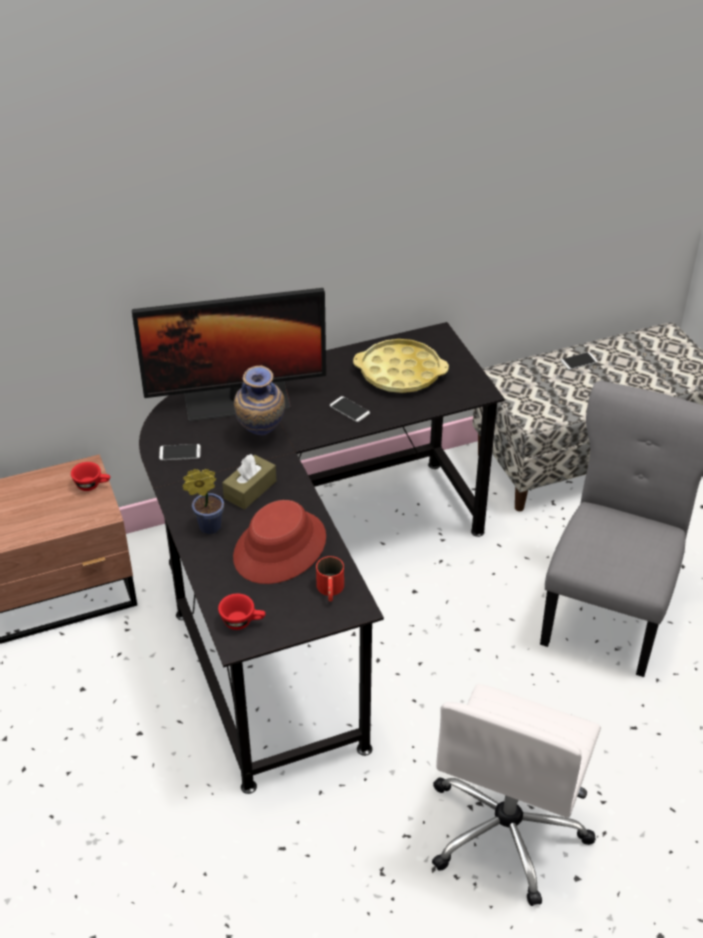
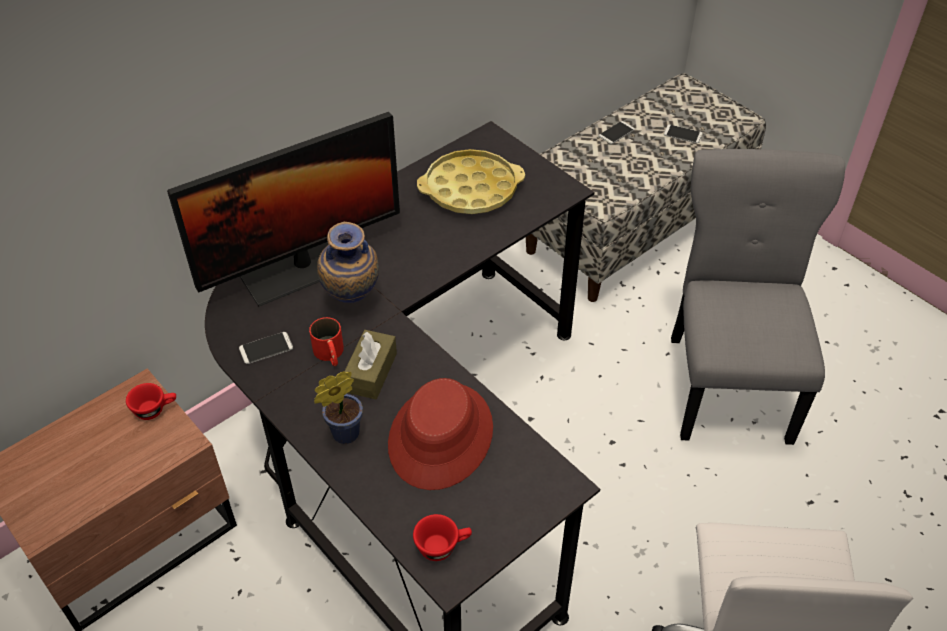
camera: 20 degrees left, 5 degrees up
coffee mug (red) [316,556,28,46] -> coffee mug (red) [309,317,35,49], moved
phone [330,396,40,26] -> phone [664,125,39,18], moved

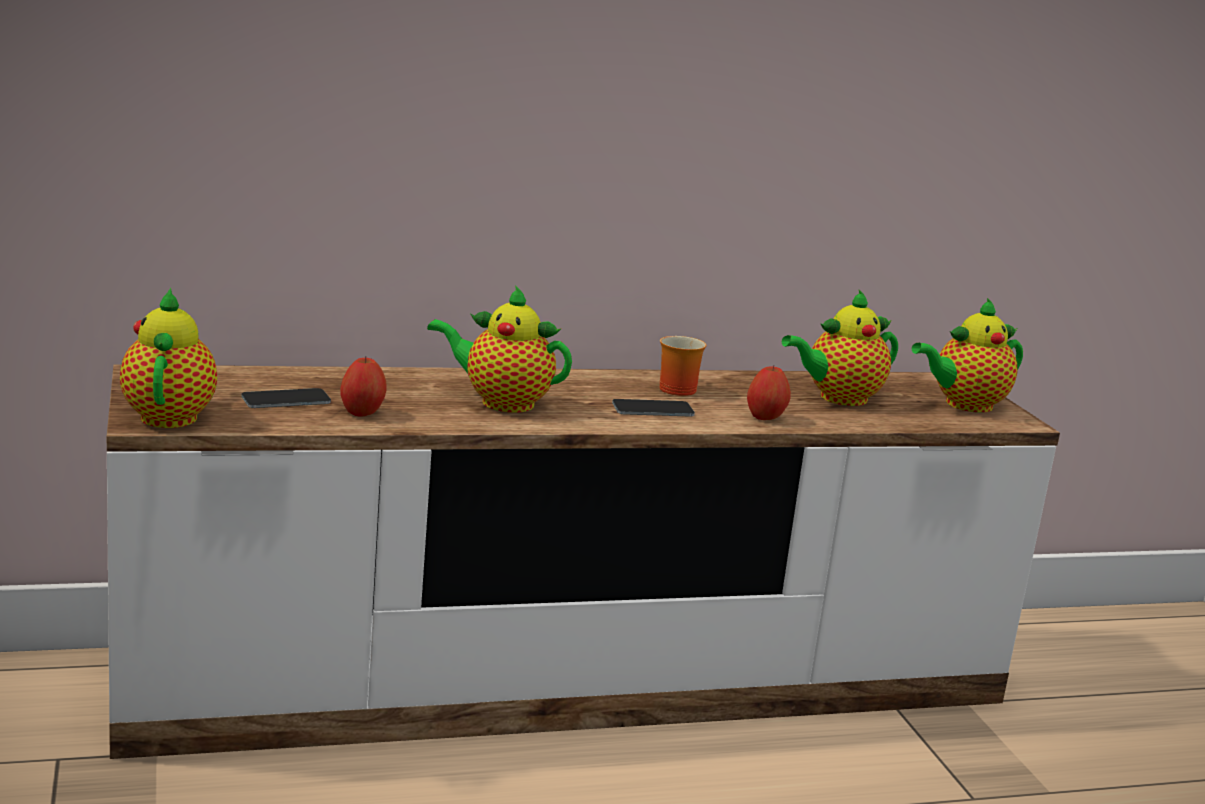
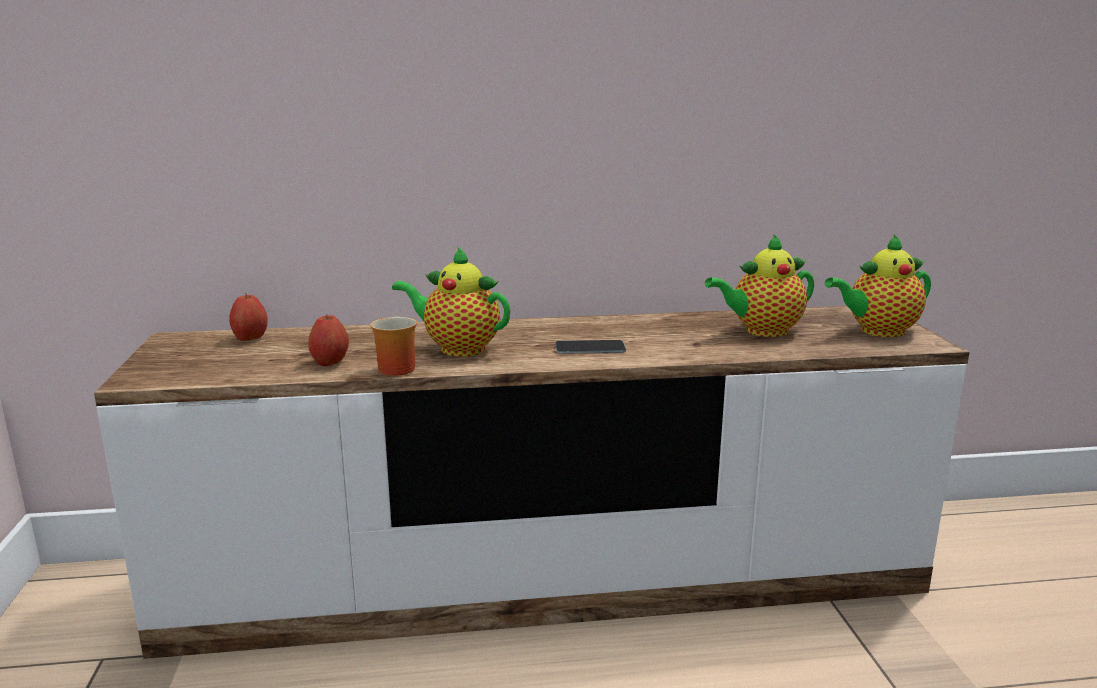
camera: 10 degrees right, 0 degrees up
teapot [120,288,97,140] -> none
phone [241,388,90,20] -> none
coffee mug [660,336,47,60] -> coffee mug [370,317,47,59], moved
apple fruit [747,365,44,55] -> apple fruit [229,295,39,46], moved

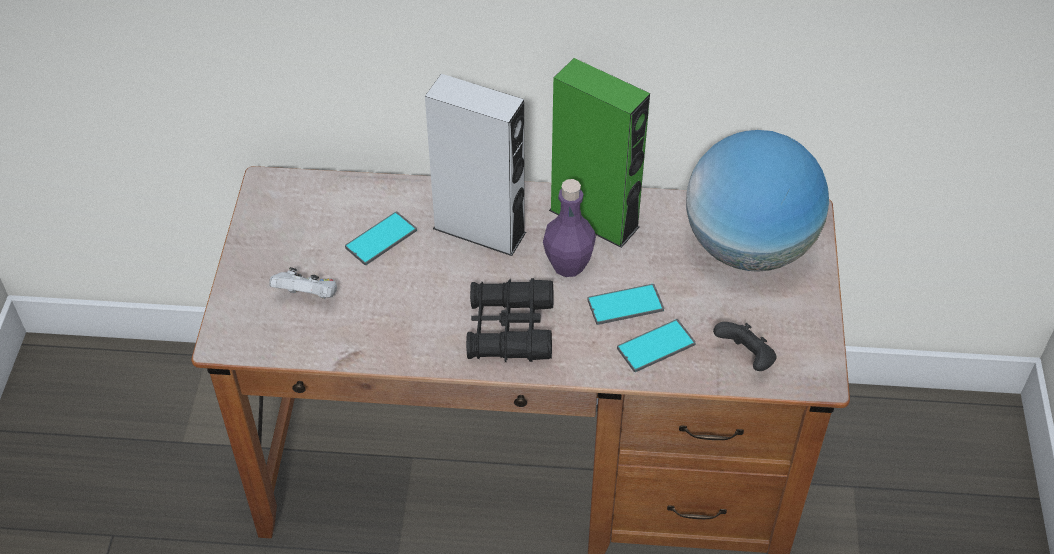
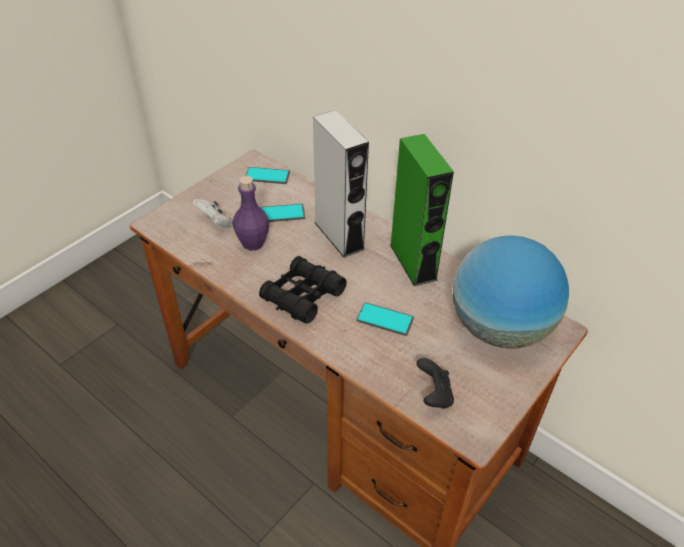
camera: 35 degrees right, 5 degrees down
bottle (purple-coloured) [543,179,53,98] -> bottle (purple-coloured) [232,176,37,75], moved
phone [617,319,79,53] -> phone [246,167,44,17], moved

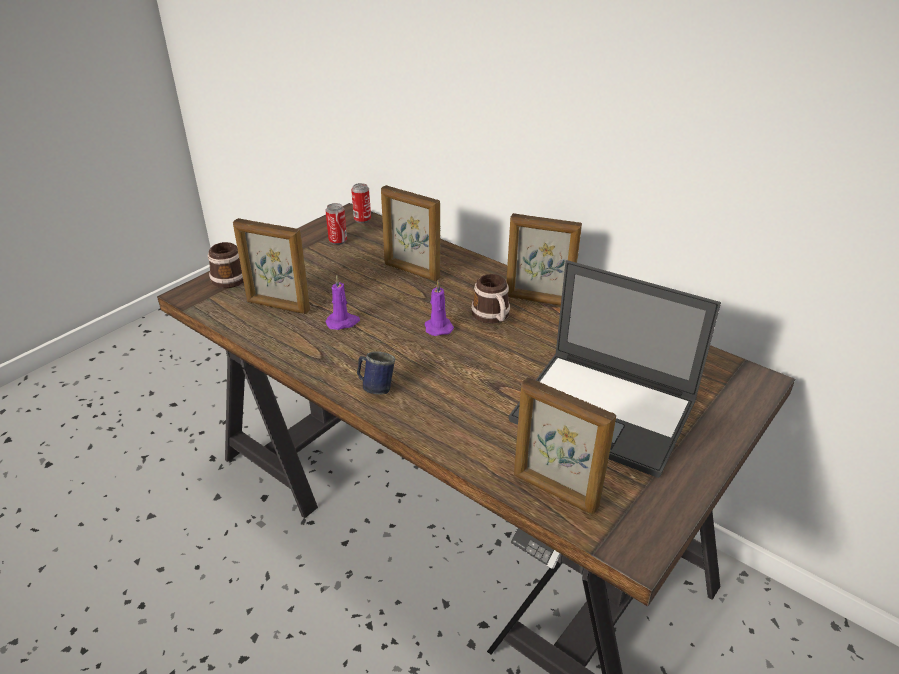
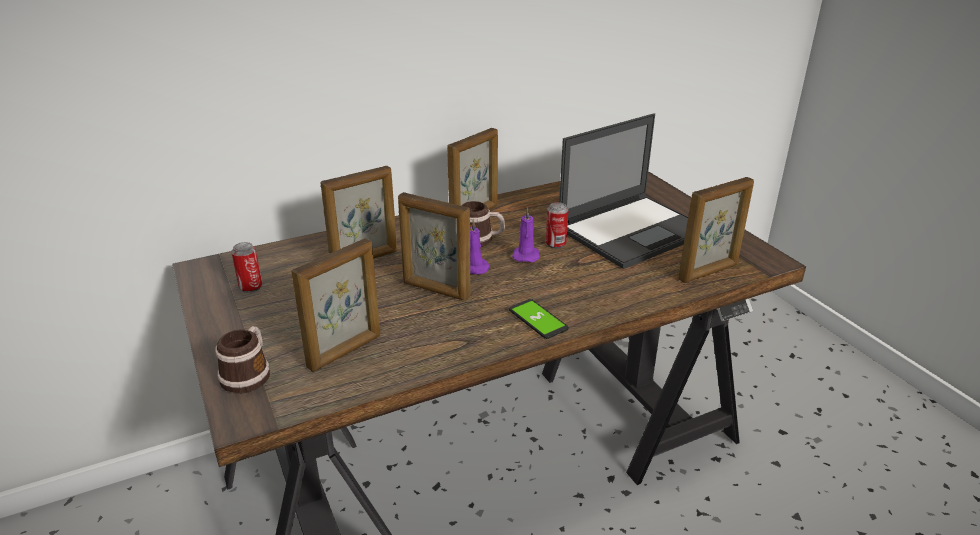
camera: 65 degrees left, 5 degrees down
wax candle (purple-coloured) [325,276,35,54] -> wax candle (purple-coloured) [512,207,28,55], moved
can [351,183,20,40] -> can [546,202,22,47], moved
coffee mug (bluish) [357,351,38,44] -> phone [509,299,60,40]
none -> photo frame [398,192,73,109]

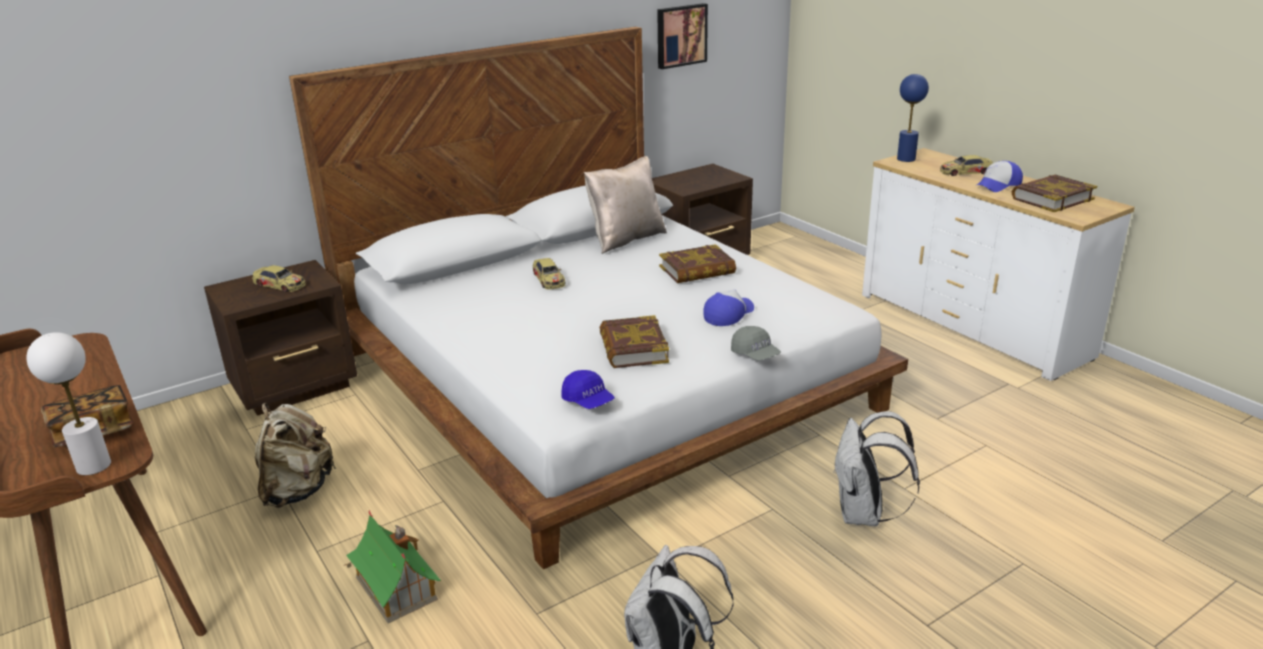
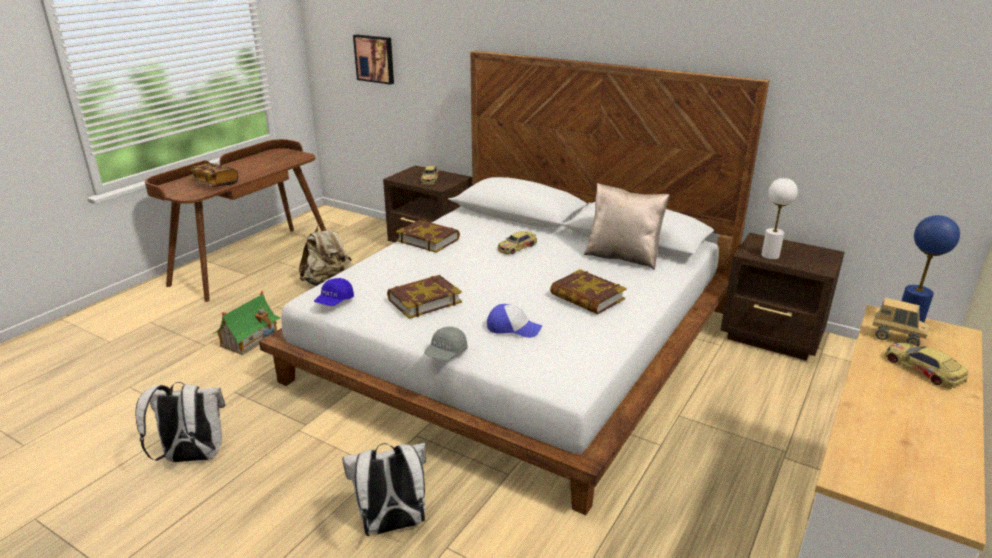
camera: 65 degrees right, 0 degrees up
table lamp (whitish) [26,332,85,143] -> table lamp (whitish) [761,178,37,81], moved
wall picture [657,3,51,66] -> wall picture [353,34,41,51], moved
peaked cap [977,161,46,31] -> none
bound book [1012,174,85,38] -> bound book [396,220,64,33], moved
none -> toy lorry [872,298,57,48]

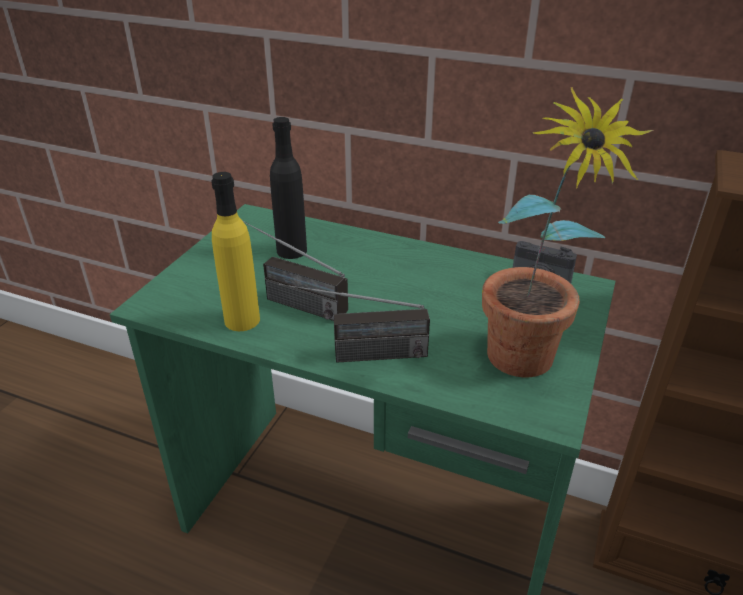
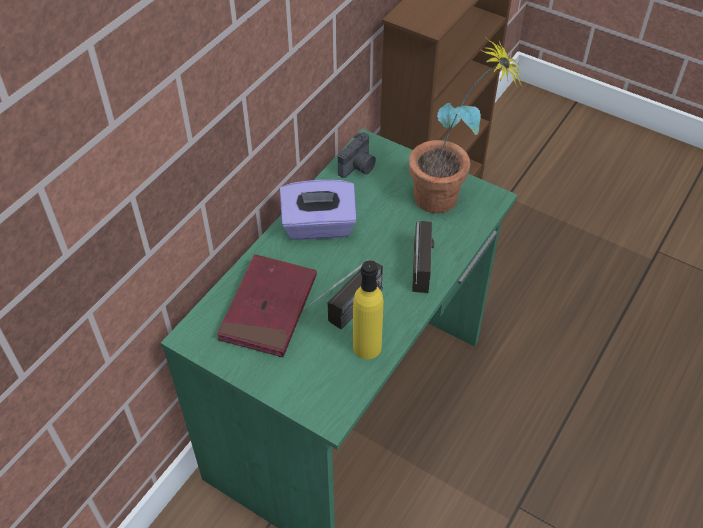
camera: 80 degrees left, 15 degrees up
bottle (black-coloured) [270,117,37,142] -> bound book (red) [217,254,100,103]
none -> box of tissues (purple-coloured) [280,180,77,60]

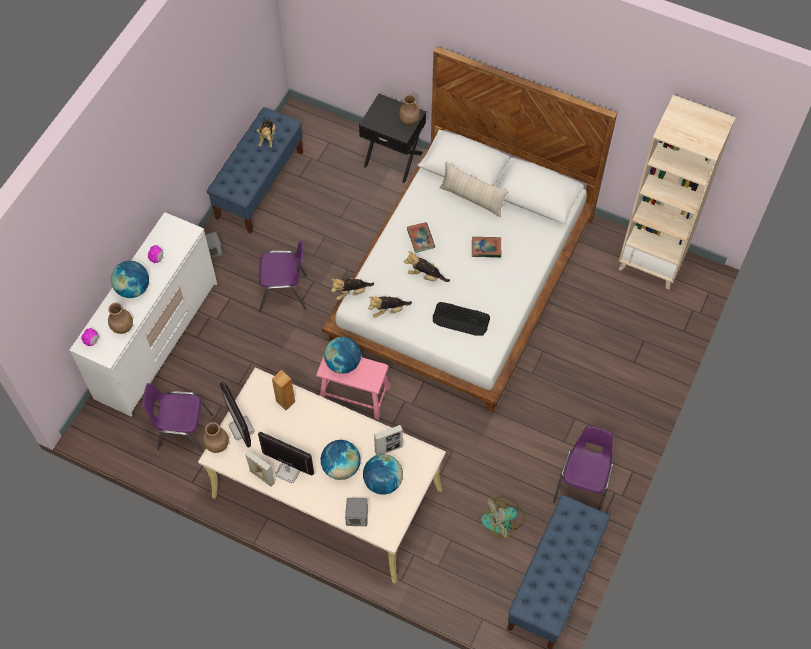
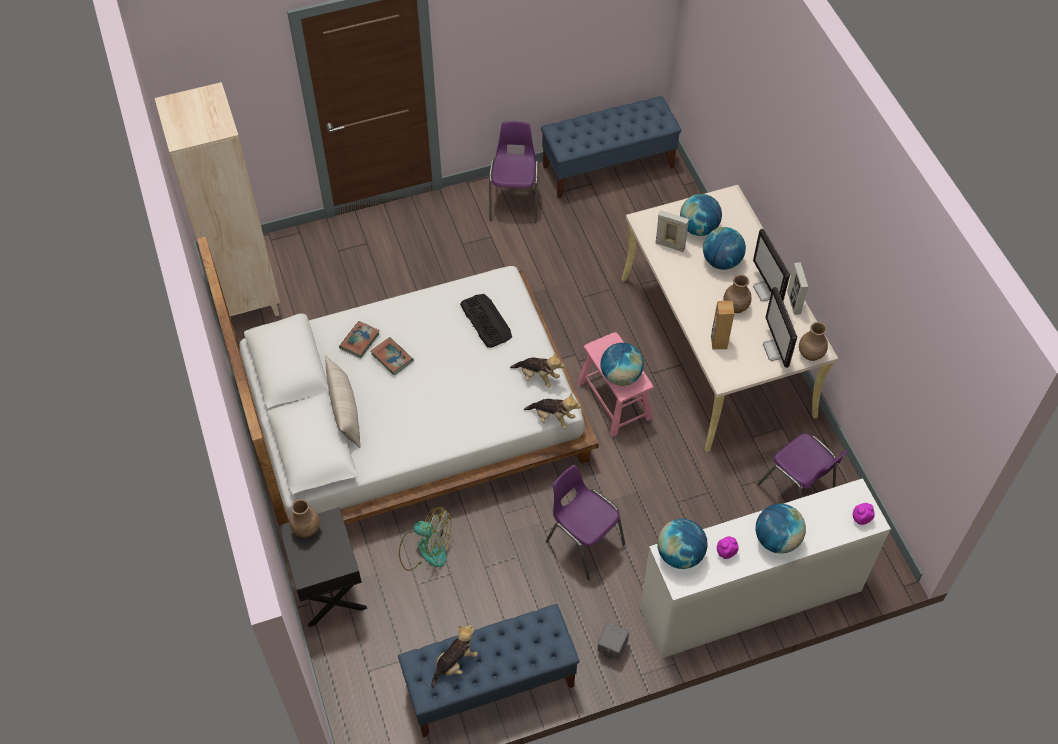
camera: 135 degrees left, 5 degrees down
vase (brownish) [108,303,25,31] -> vase (brownish) [723,274,28,39], moved
monitor [220,382,35,66] -> monitor [763,287,34,81], 150 degrees clockwise
loudspeaker (greyish) [345,498,23,28] -> none
cuddly toy [404,251,46,31] -> none
bound book [407,222,28,31] -> bound book [339,321,41,37], moved
fan [481,496,44,43] -> fan [399,507,52,64], moved
upright chair (purple-coloured) [553,426,61,84] -> upright chair (purple-coloured) [489,121,49,102], 120 degrees clockwise
none -> desk globe [657,519,51,50]

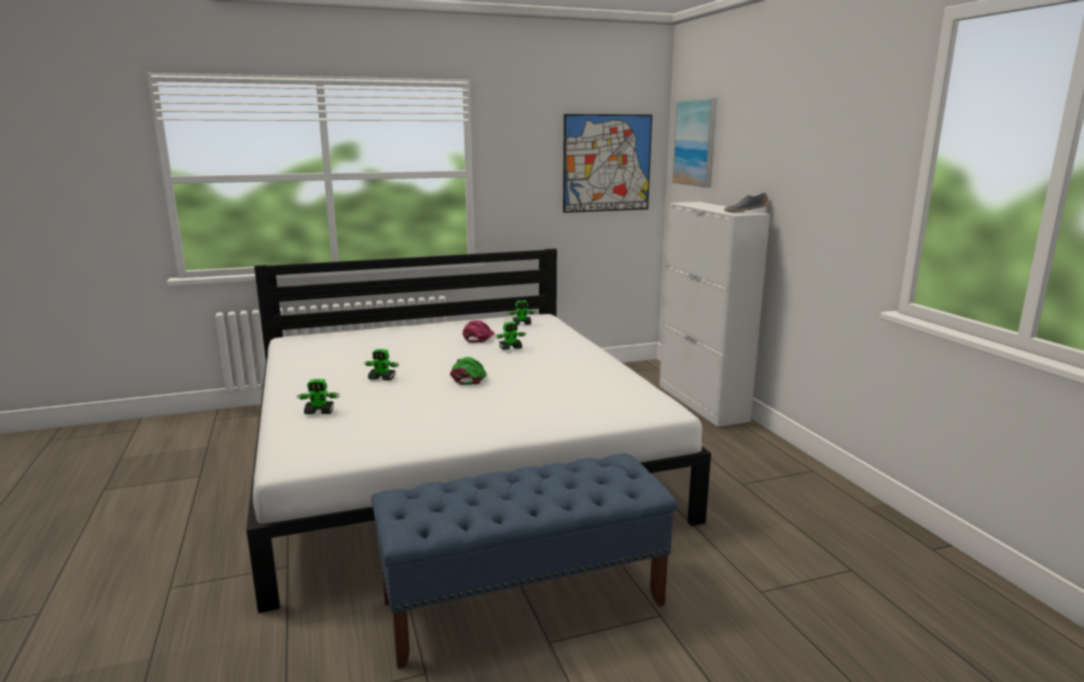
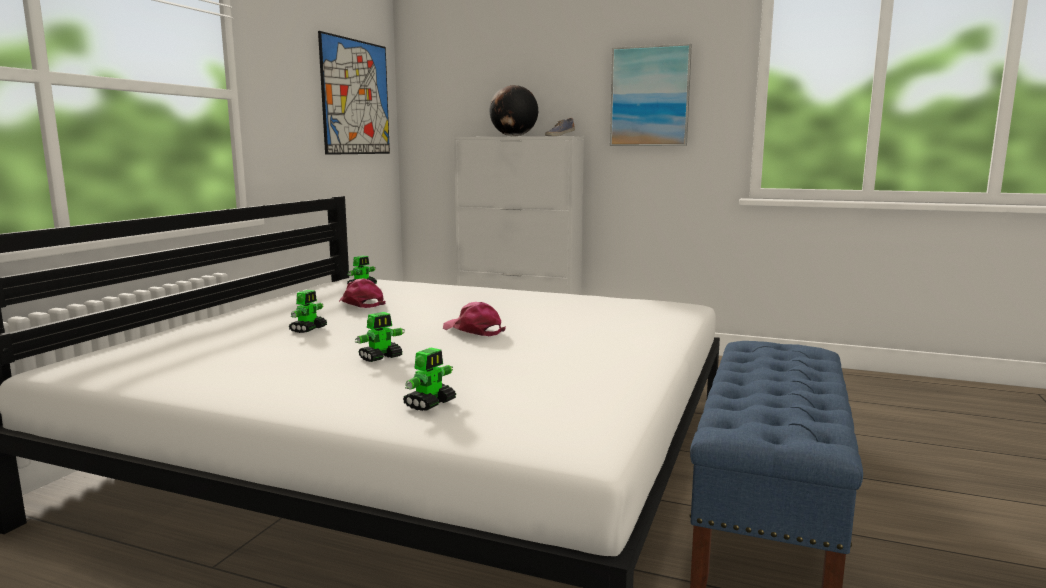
camera: 50 degrees left, 5 degrees down
peaked cap (green) [450,357,37,28] -> peaked cap (pink-coloured) [443,302,63,34]
model robot [495,322,32,28] -> model robot [288,290,39,43], moved
wall picture [672,98,45,90] -> wall picture [610,43,82,103], moved
none -> desk globe [490,85,48,52]

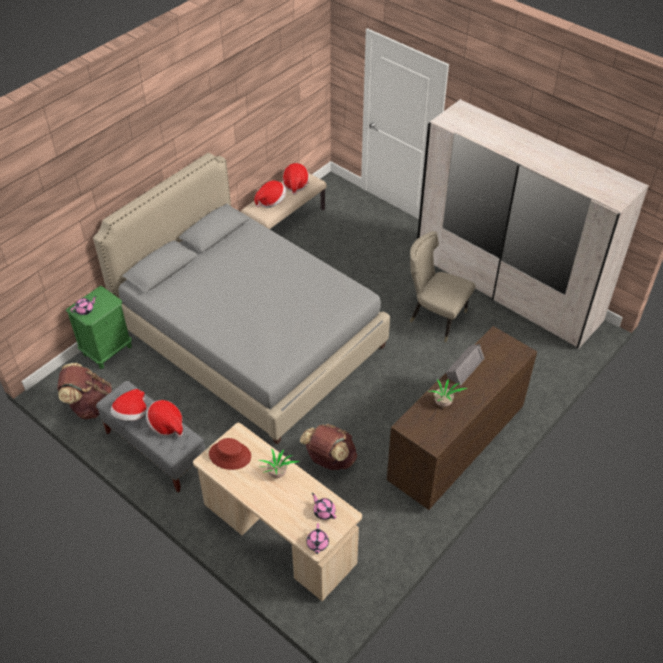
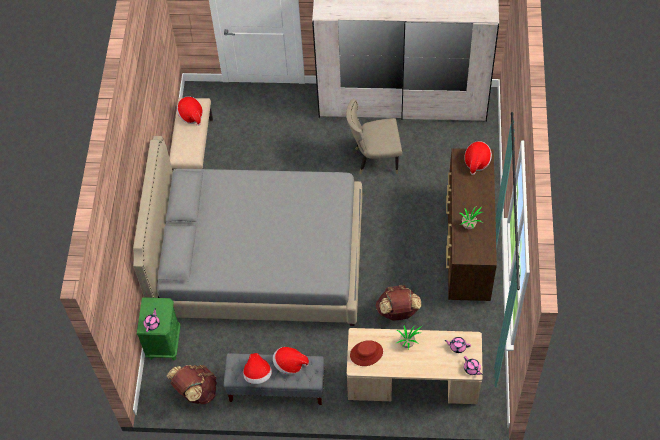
camera: 35 degrees left, 10 degrees up
hat [254,180,32,28] -> hat [464,141,28,34], moved
loudspeaker (greyish) [446,344,39,42] -> none

